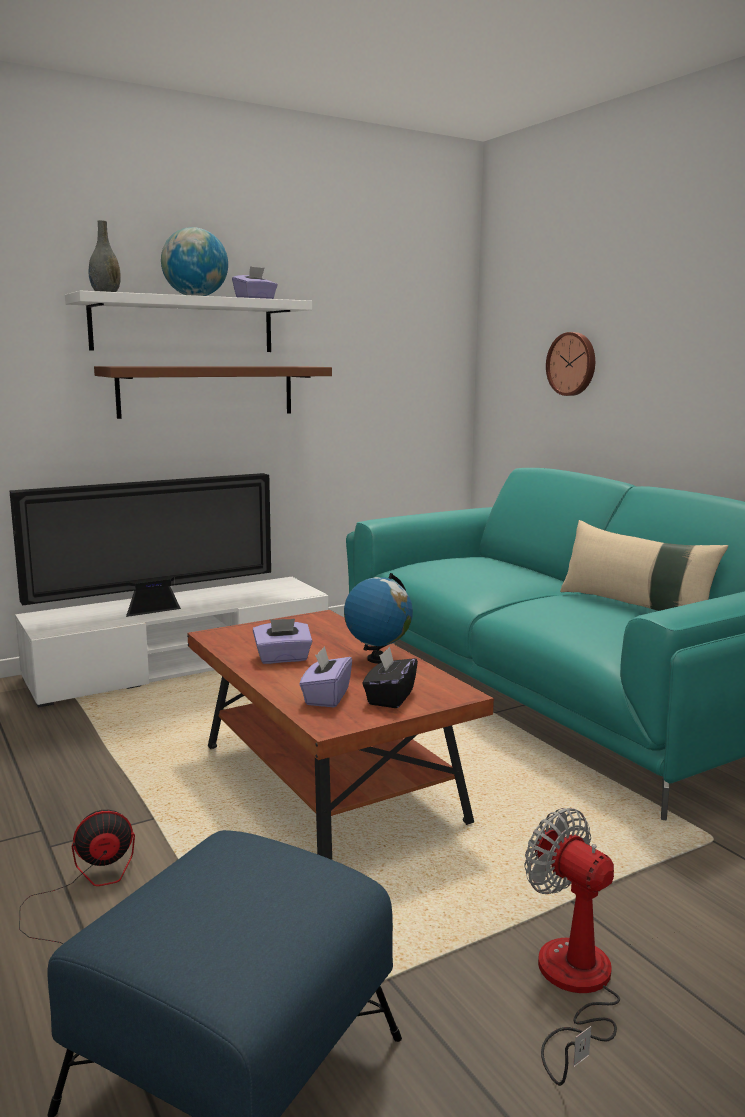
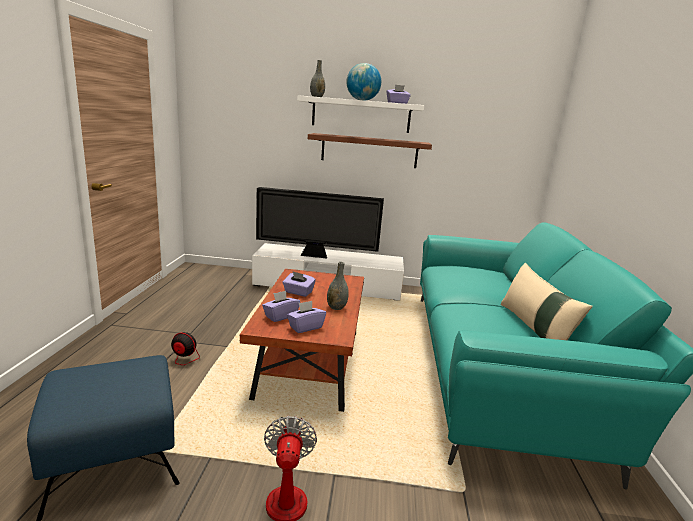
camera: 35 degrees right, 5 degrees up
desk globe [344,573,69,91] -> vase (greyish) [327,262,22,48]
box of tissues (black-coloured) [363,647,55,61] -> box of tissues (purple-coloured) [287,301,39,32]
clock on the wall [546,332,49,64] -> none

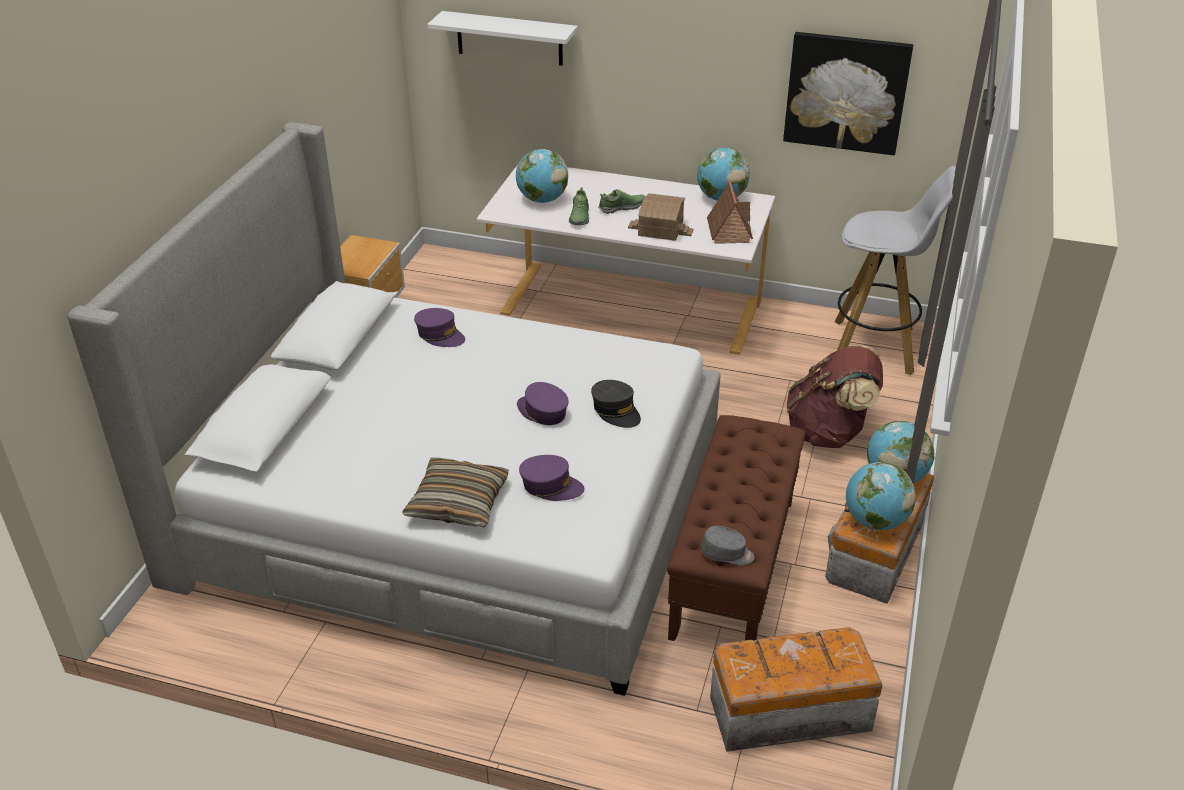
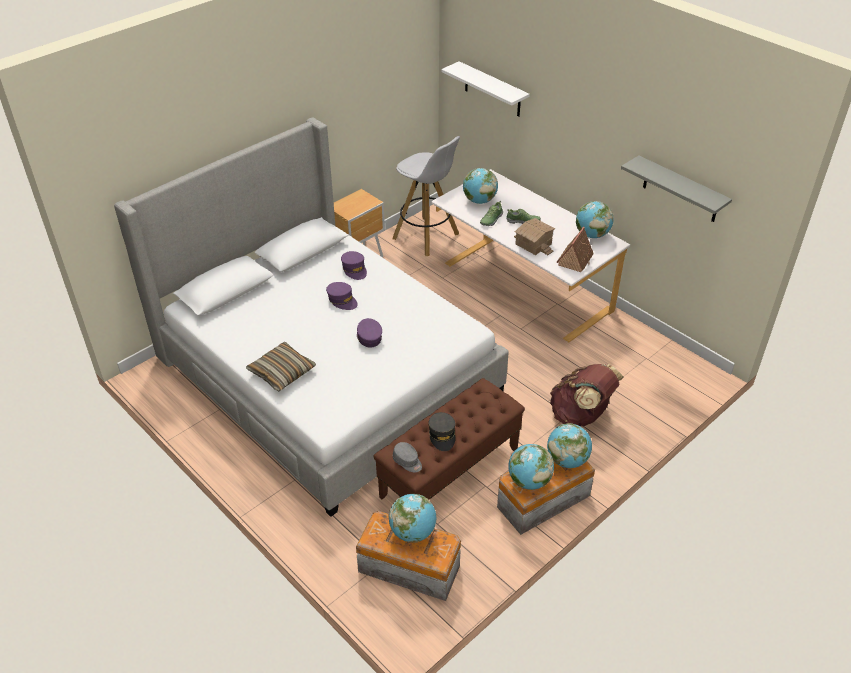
camera: 30 degrees right, 5 degrees up
peaked cap (purple-coloured) [519,455,66,46] -> peaked cap (purple-coloured) [326,282,32,28], moved
peaked cap (greyish) [591,380,50,48] -> peaked cap (greyish) [428,412,28,39], moved
wall picture [783,32,130,123] -> bracket shelf (greyish) [621,156,111,66]
stool (whitish) [835,166,121,209] -> stool (whitish) [392,136,68,120], moved
none -> desk globe [388,494,48,49]

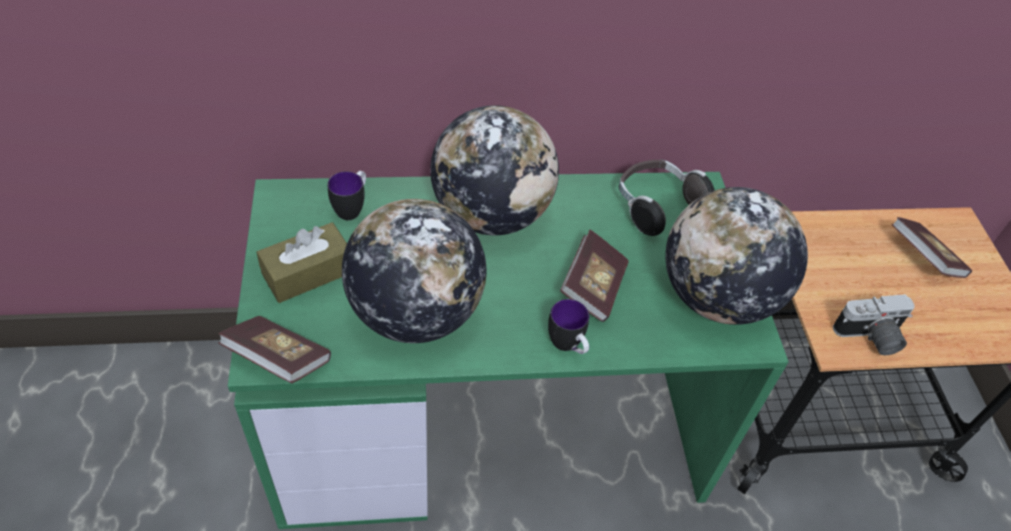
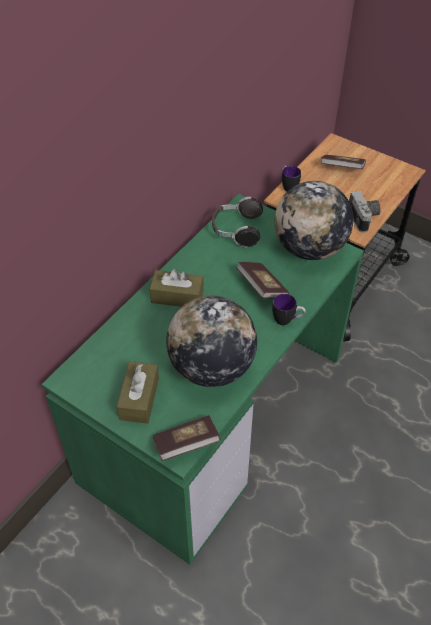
camera: 45 degrees left, 0 degrees up
coffee mug [328,171,38,49] -> coffee mug [282,166,19,26], moved
desk globe [430,105,129,130] -> box of tissues (brownish) [150,269,54,38]
still camera [833,294,82,61] -> still camera [349,191,32,42], 45 degrees counterclockwise

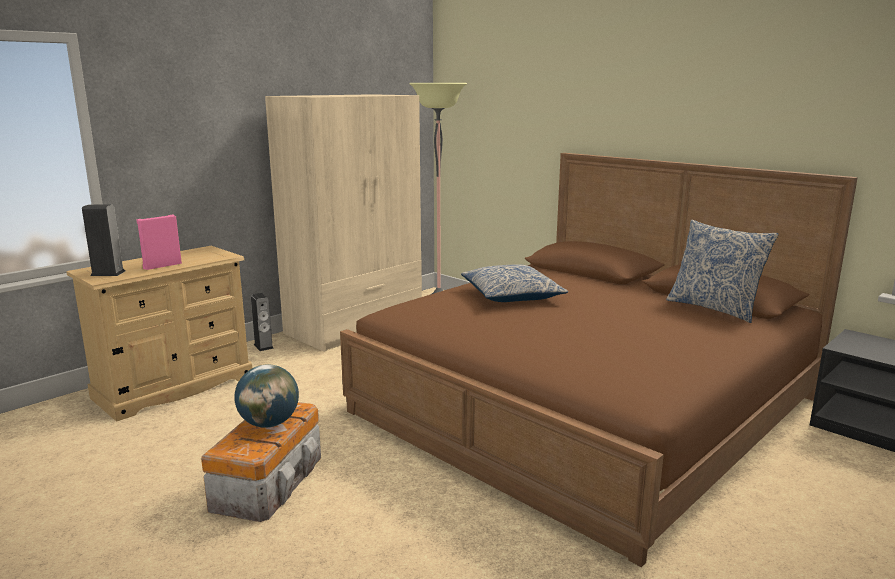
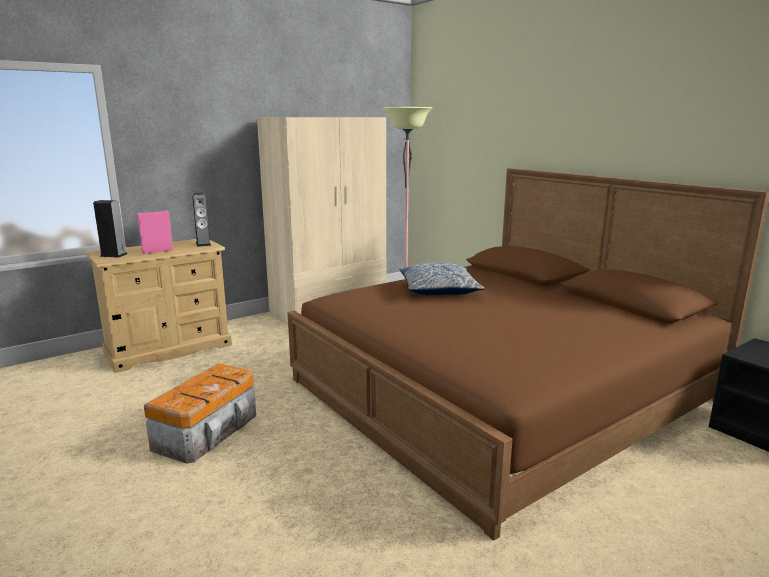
camera: 10 degrees right, 0 degrees up
desk globe [234,364,65,64] -> none
loudspeaker [251,293,23,58] -> loudspeaker [192,193,19,54], moved
pillow [666,220,113,103] -> none

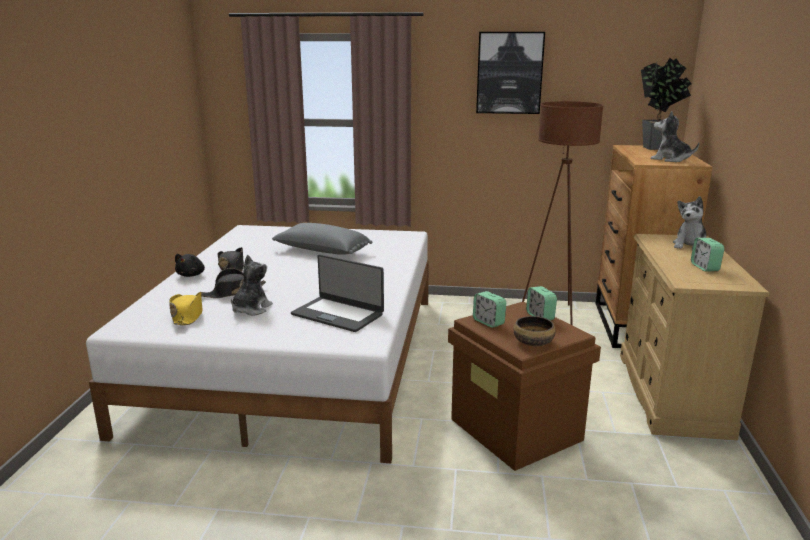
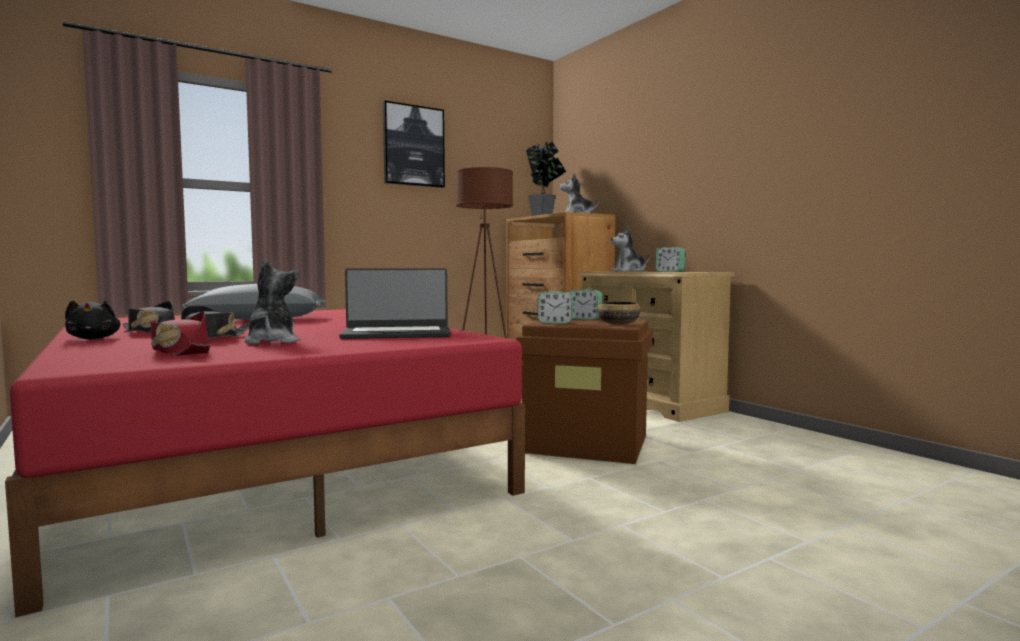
camera: 40 degrees left, 15 degrees down
sleeping bed (whitish) [86,225,343,238] -> sleeping bed (red) [5,309,520,308]
hat (yellow) [169,292,33,33] -> hat (red) [150,311,60,45]
cuddly toy [673,196,33,54] -> cuddly toy [611,226,38,45], 75 degrees clockwise

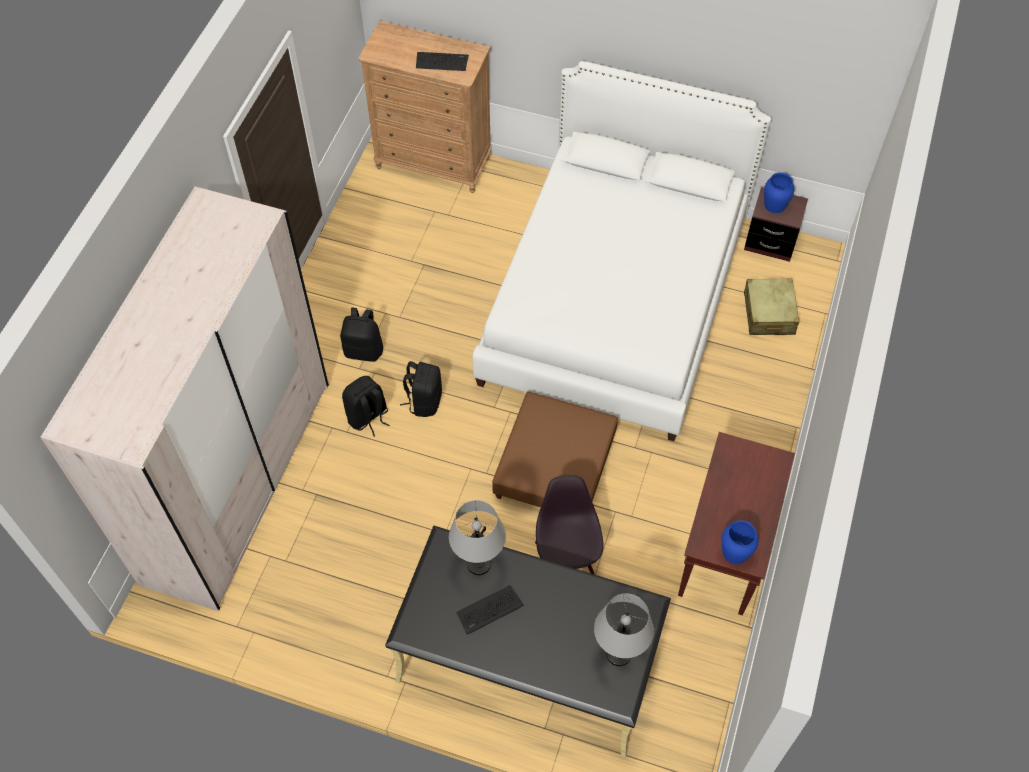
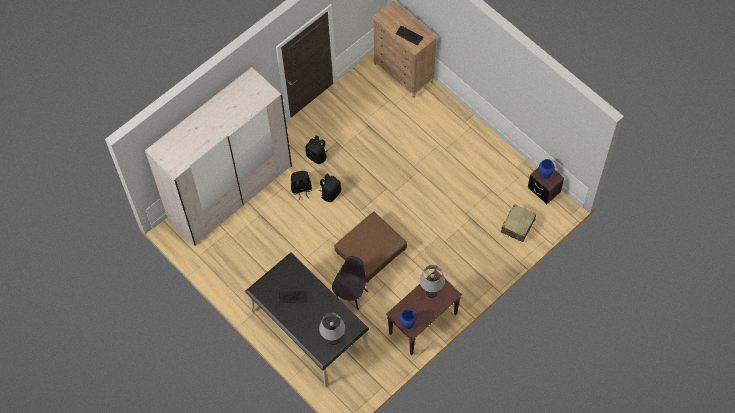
camera: 30 degrees right, 5 degrees up
table lamp (greyish) [449,500,57,75] -> table lamp (greyish) [420,265,25,33], moved
sleeping bed (whitish) [472,61,299,380] -> none

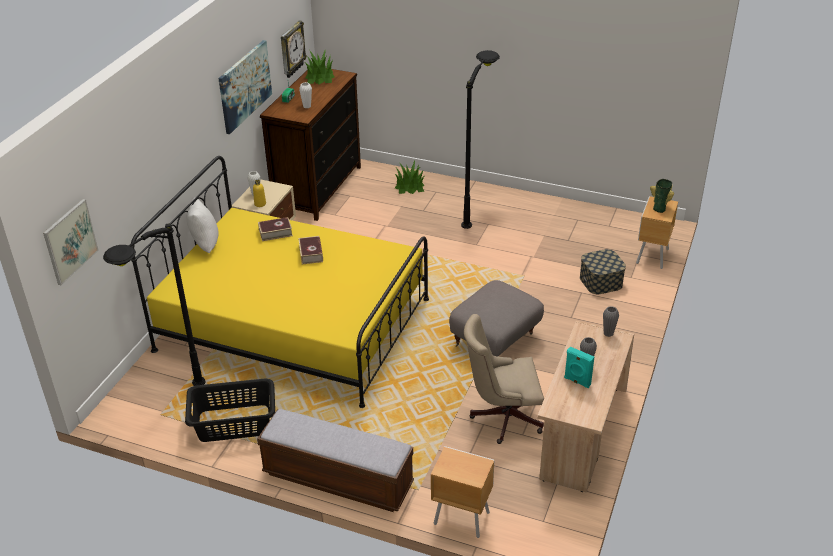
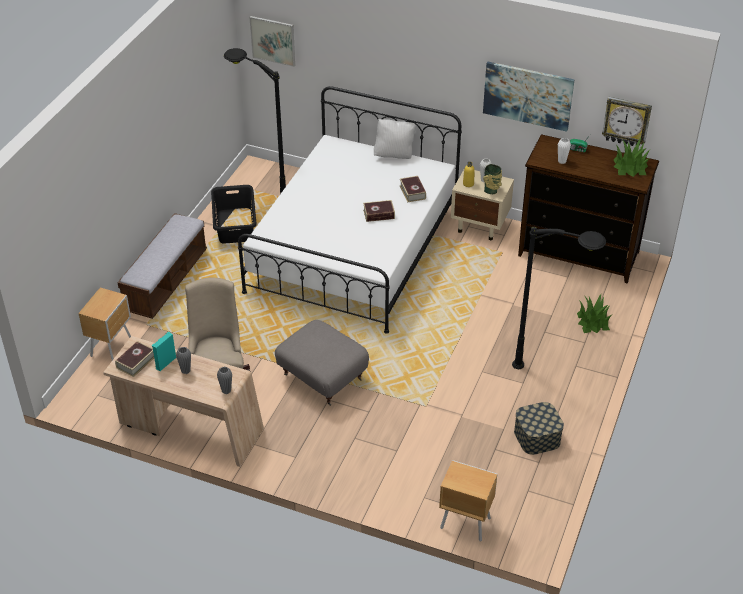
camera: 90 degrees right, 5 degrees up
sleeping bed (yellow) [131,156,298,252] -> sleeping bed (whitish) [238,86,224,248]
storage bin [580,249,46,45] -> storage bin [514,402,50,53], moved
vase [650,179,24,34] -> vase [483,164,19,30], moved
none -> bound book [115,341,39,36]

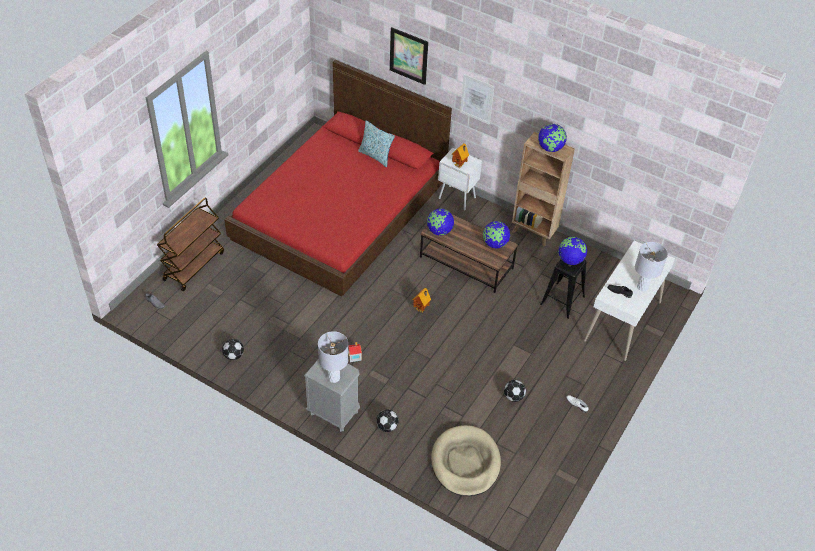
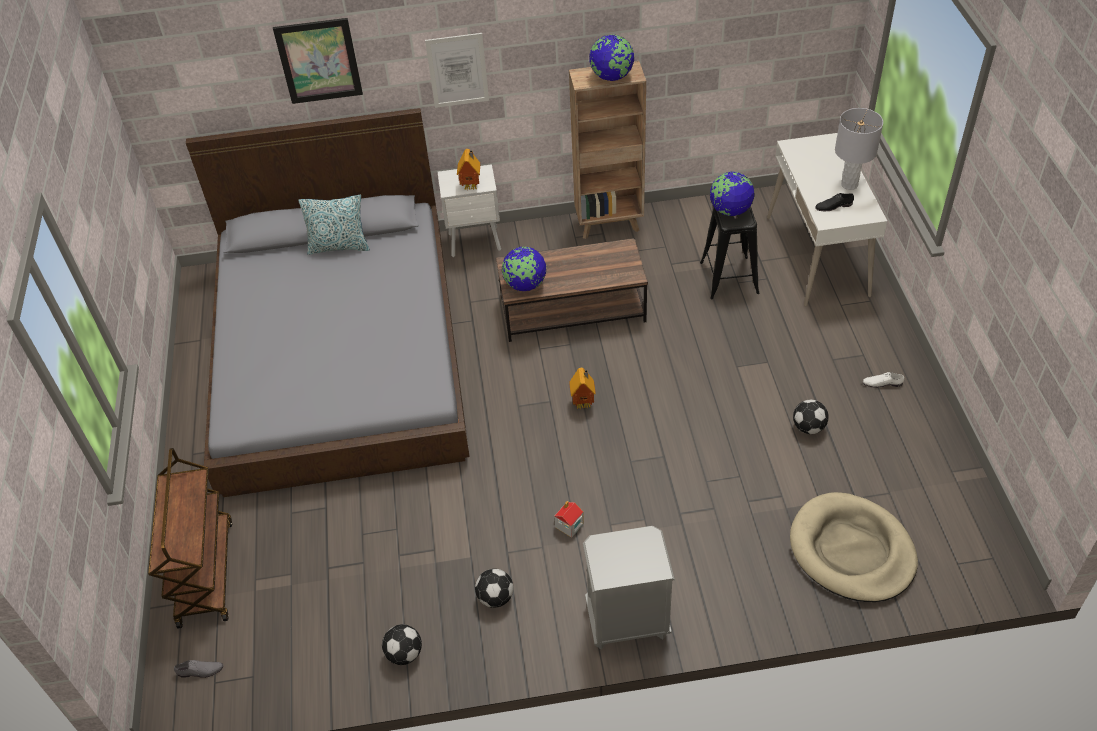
camera: 35 degrees left, 0 degrees up
sleeping bed (red) [224,60,228,236] -> sleeping bed (greyish) [186,108,284,389]
table lamp (greyish) [318,331,30,52] -> none
ball for football [376,409,23,23] -> ball for football [475,569,39,39], moved
desk globe [483,221,27,27] -> none

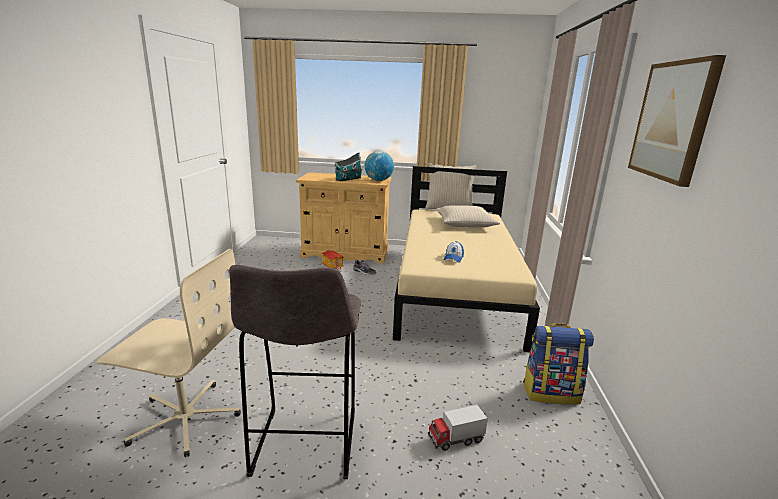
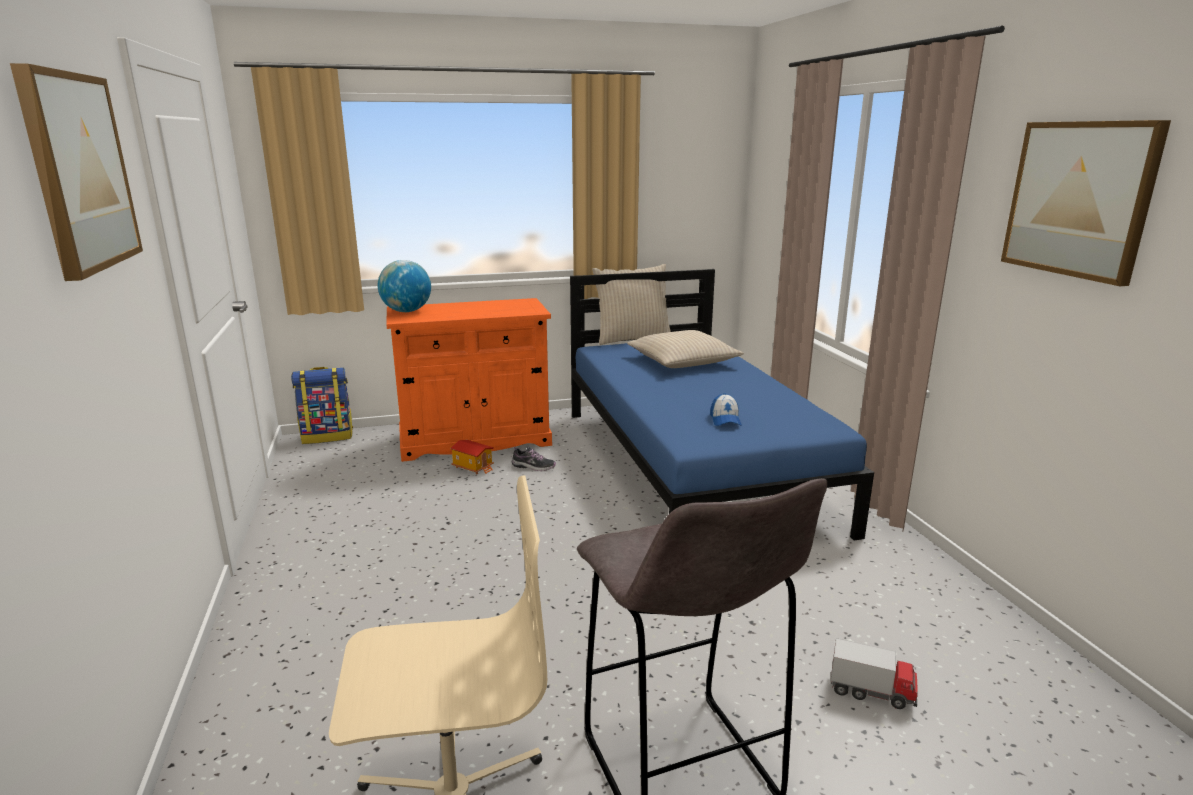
camera: 20 degrees left, 0 degrees up
storage cabinet (beige-coloured) [296,172,96,91] -> storage cabinet (orangey) [386,298,166,164]
toy house [334,152,29,29] -> none
desk globe [365,151,29,30] -> desk globe [378,260,53,52], moved
sleeping bed (beige-coloured) [393,166,147,186] -> sleeping bed (bluish) [570,269,304,272]
toy lorry [428,405,60,46] -> toy lorry [831,638,87,71], 120 degrees counterclockwise
rucksack [523,323,71,82] -> rucksack [291,367,62,77], moved
none -> wall picture [10,63,133,218]

